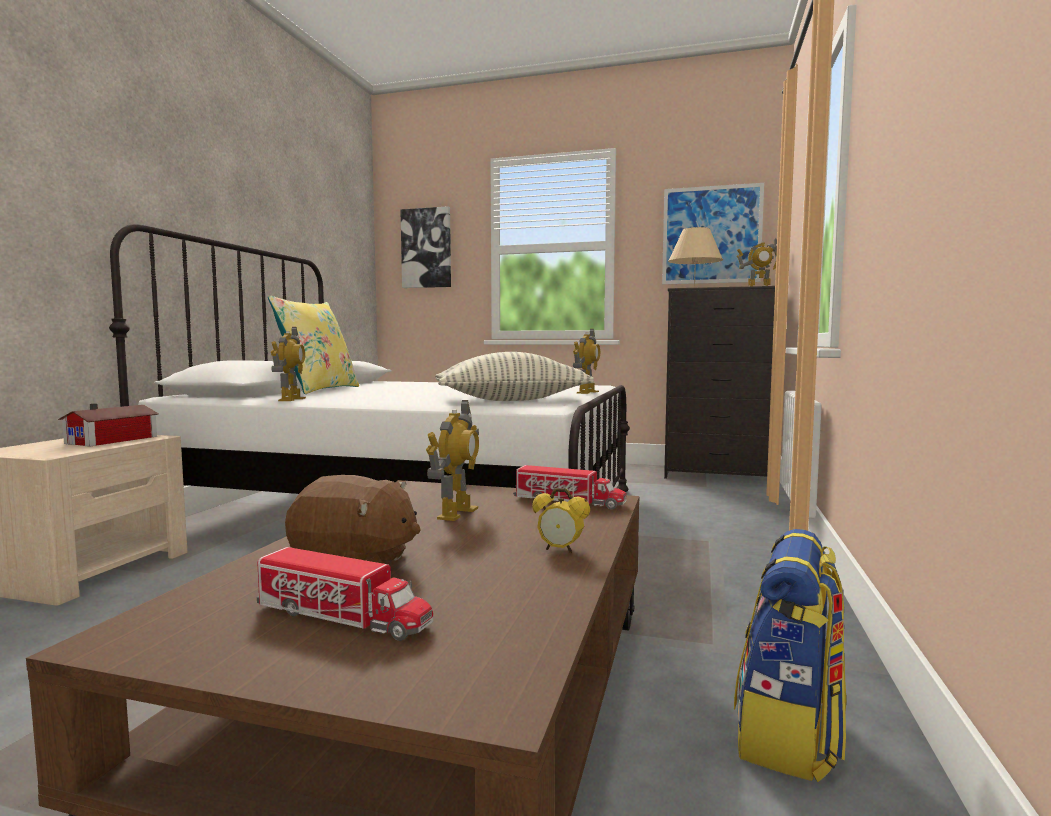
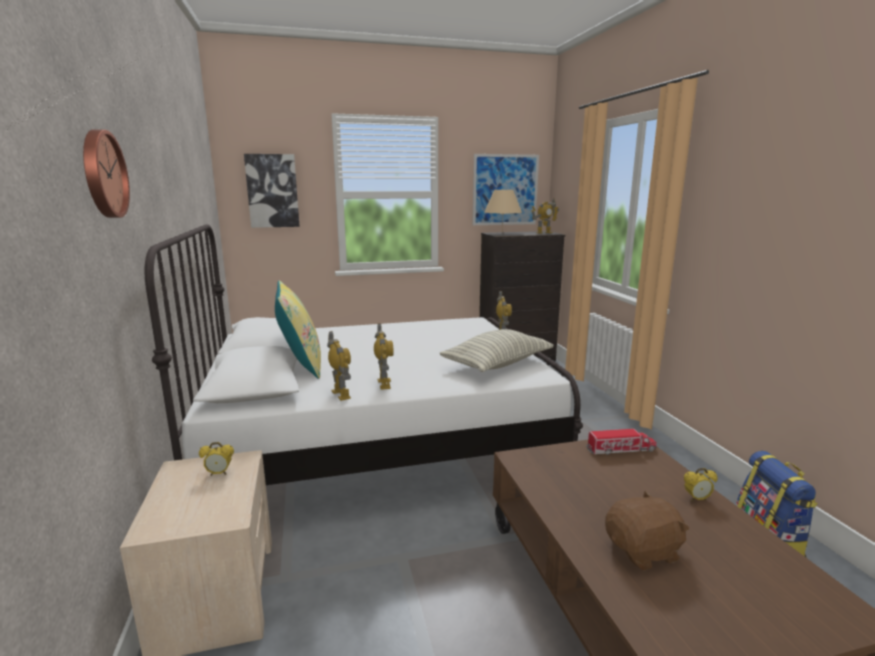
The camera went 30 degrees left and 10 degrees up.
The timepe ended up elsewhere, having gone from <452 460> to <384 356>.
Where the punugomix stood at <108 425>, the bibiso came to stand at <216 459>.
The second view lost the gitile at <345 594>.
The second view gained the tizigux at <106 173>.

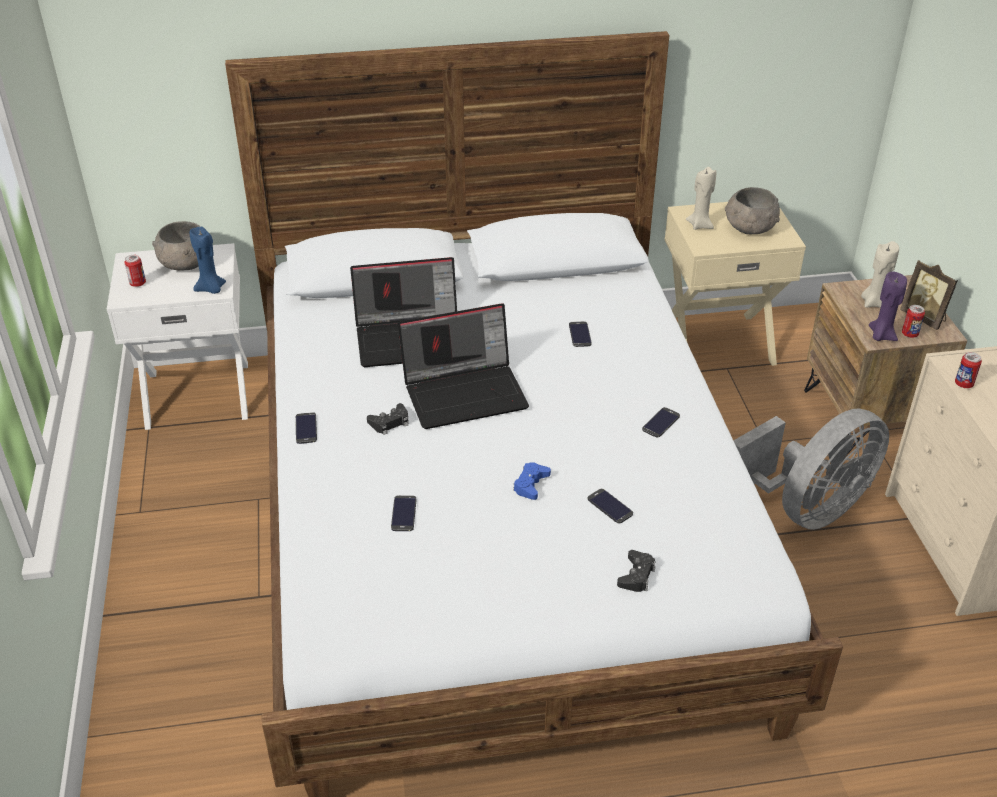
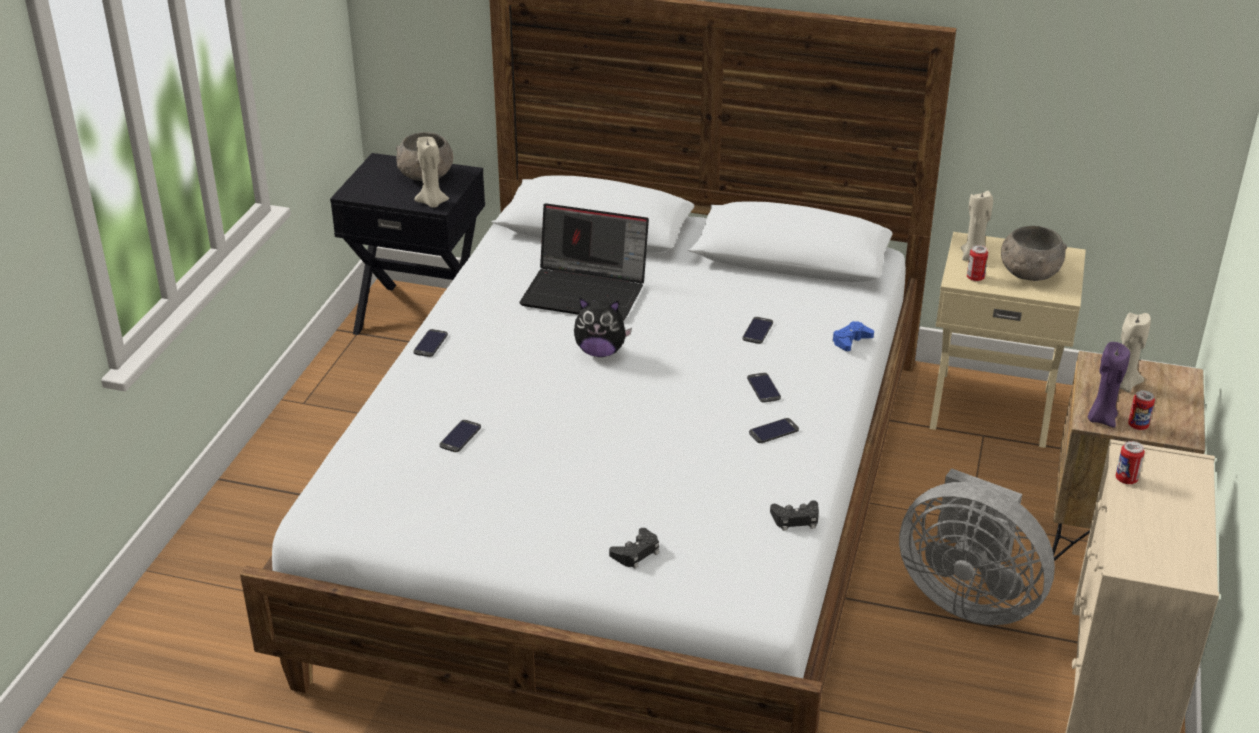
The camera went 25 degrees right and 5 degrees down.
What was the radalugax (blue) at <207 260> turned into the radalugax (beige) at <431 172>.
What was the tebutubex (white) at <177 336> turned into the tebutubex (black) at <407 244>.
The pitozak ended up elsewhere, having gone from <135 271> to <977 263>.
The second view lost the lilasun at <929 295>.
Where the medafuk stood at <463 366>, the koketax came to stand at <603 327>.
The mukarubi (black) ended up elsewhere, having gone from <388 419> to <794 515>.
The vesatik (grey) at <811 469> ended up facing another way, 45 degrees clockwise from before.
The mukarubi (blue) ended up elsewhere, having gone from <532 481> to <853 336>.
The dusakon ended up elsewhere, having gone from <610 506> to <764 387>.

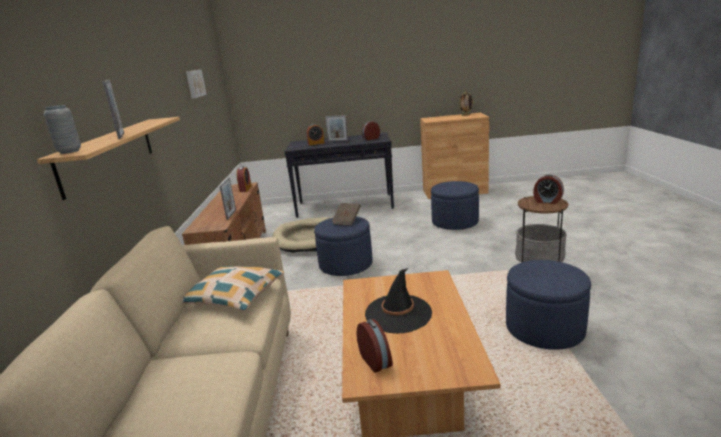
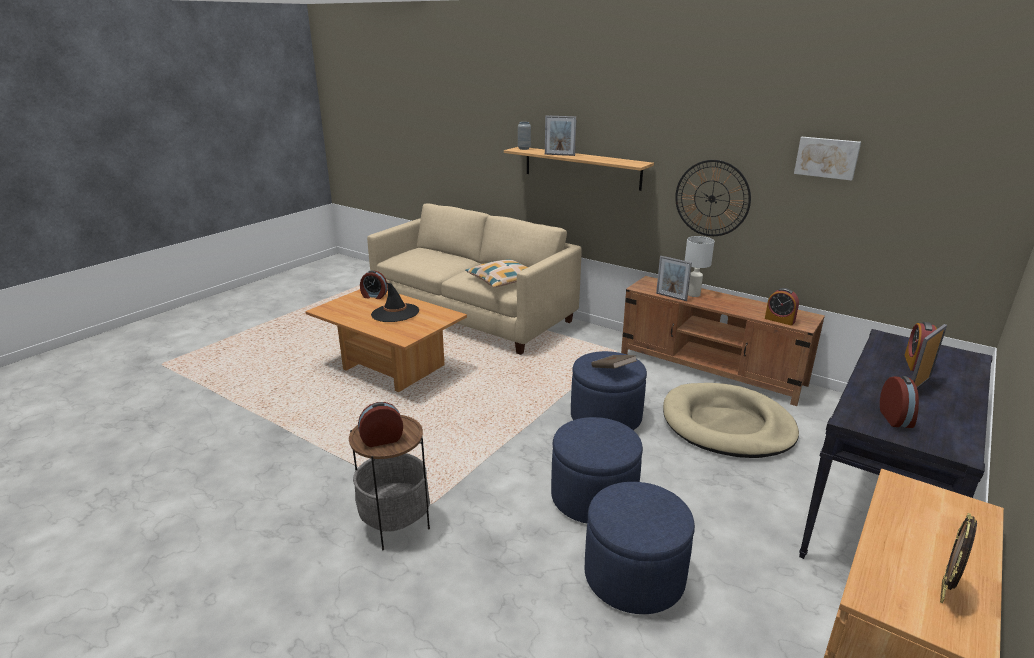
The camera went 125 degrees right and 5 degrees up.
The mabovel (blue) ended up elsewhere, having gone from <548 305> to <597 470>.
The second view gained the tizigux at <713 198>.
The second view gained the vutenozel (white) at <699 266>.

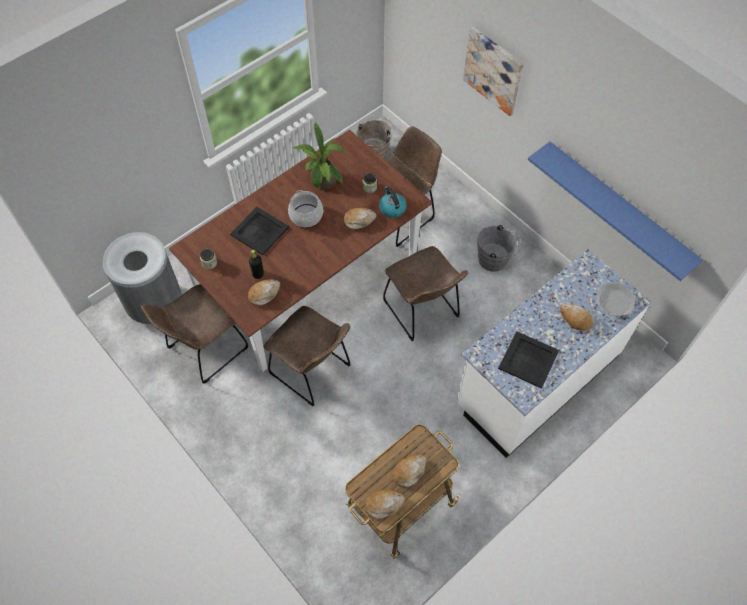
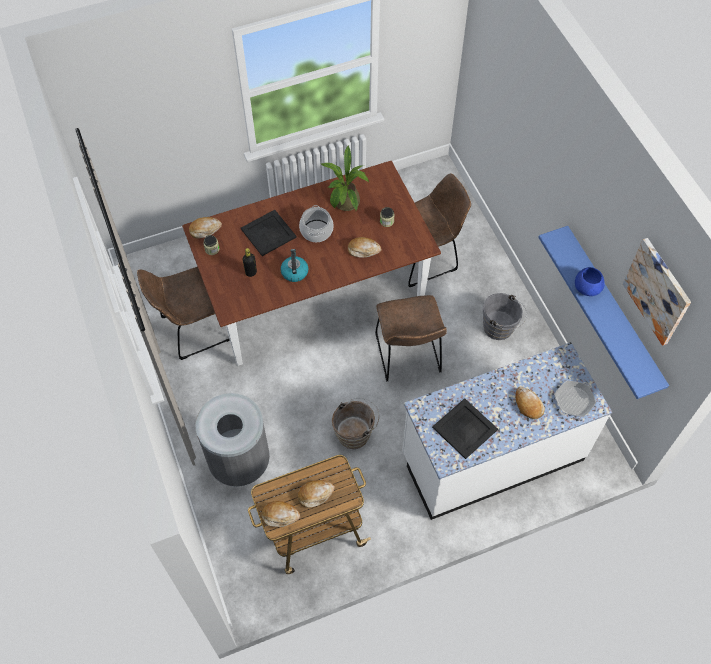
The camera went 20 degrees right and 0 degrees up.
The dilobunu ended up elsewhere, having gone from <493 71> to <657 292>.
The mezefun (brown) ended up elsewhere, having gone from <375 137> to <355 423>.
The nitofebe ended up elsewhere, having gone from <393 202> to <294 265>.
The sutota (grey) ended up elsewhere, having gone from <142 278> to <233 440>.
The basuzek ended up elsewhere, having gone from <264 292> to <205 228>.
The second view lost the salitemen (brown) at <307 356>.
The second view gained the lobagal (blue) at <590 281>.

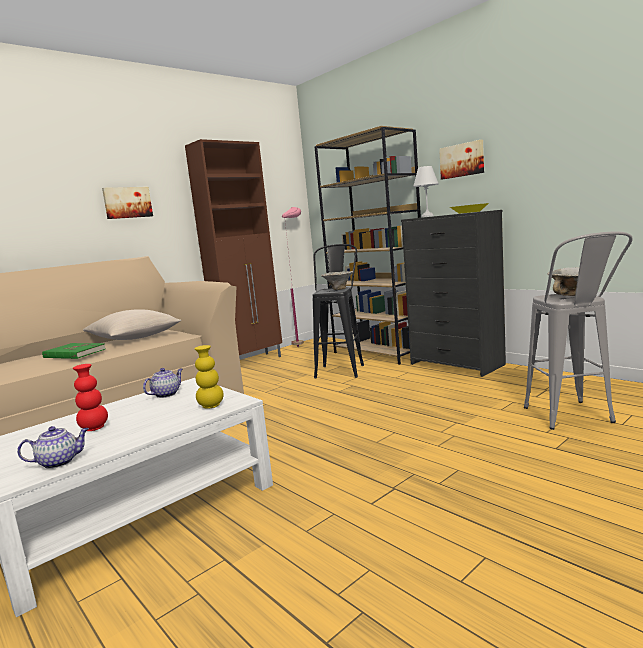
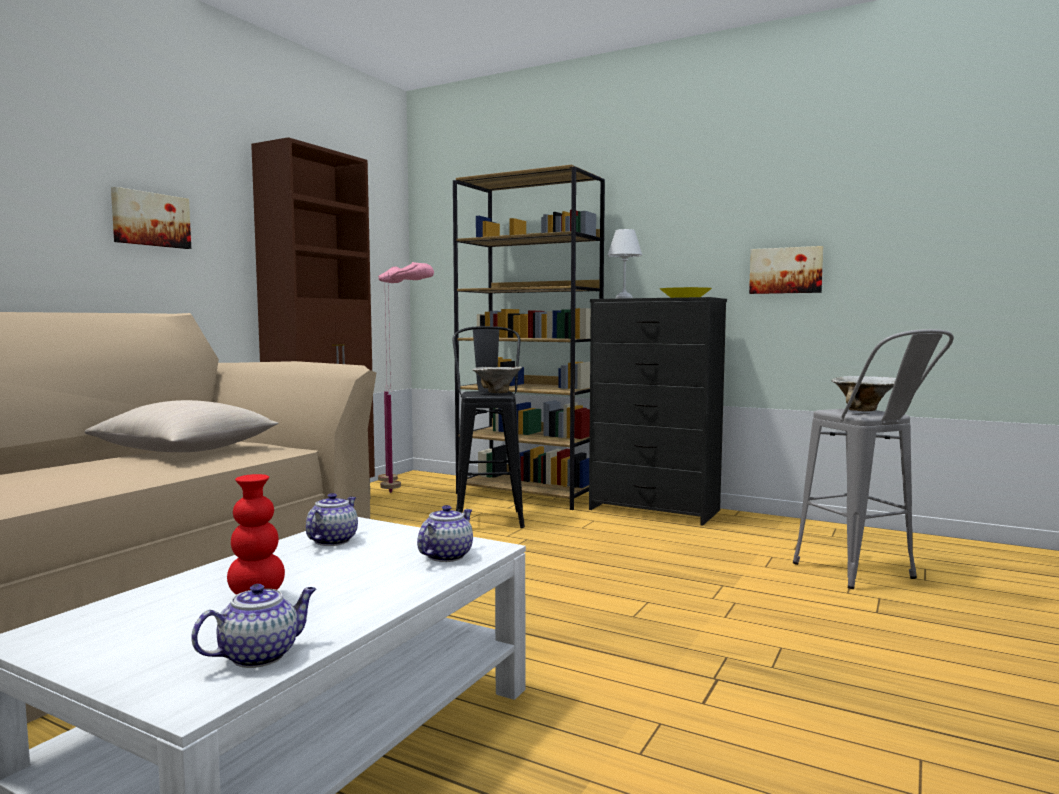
The camera went 20 degrees left and 5 degrees down.
The dilobunu ended up elsewhere, having gone from <461 159> to <786 270>.
The second view lost the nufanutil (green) at <73 351>.
Where the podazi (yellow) stood at <209 377>, the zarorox came to stand at <445 533>.
The second view gained the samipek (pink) at <407 377>.

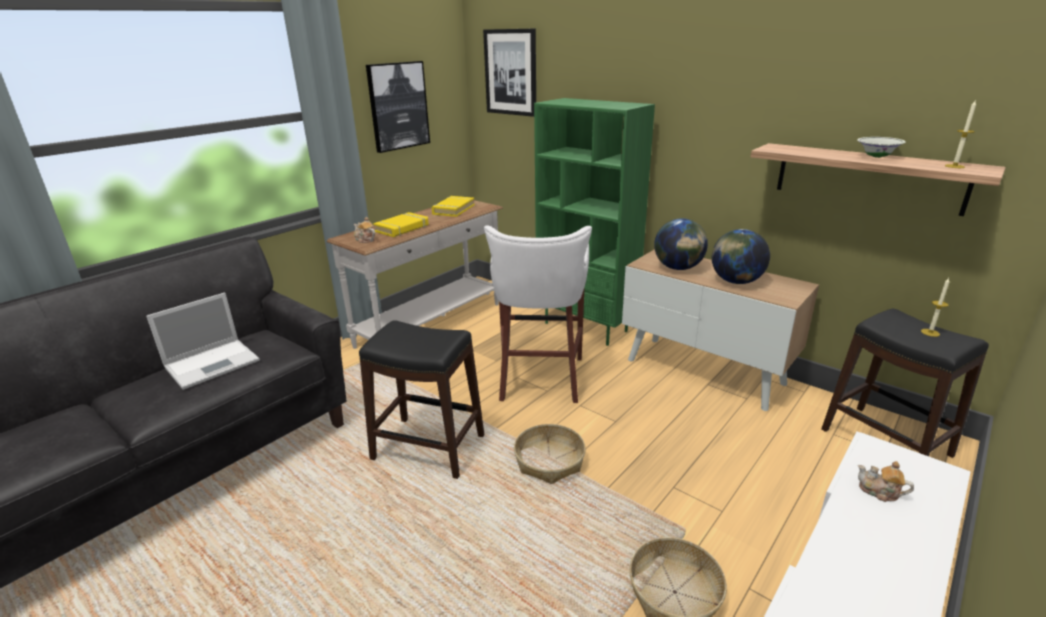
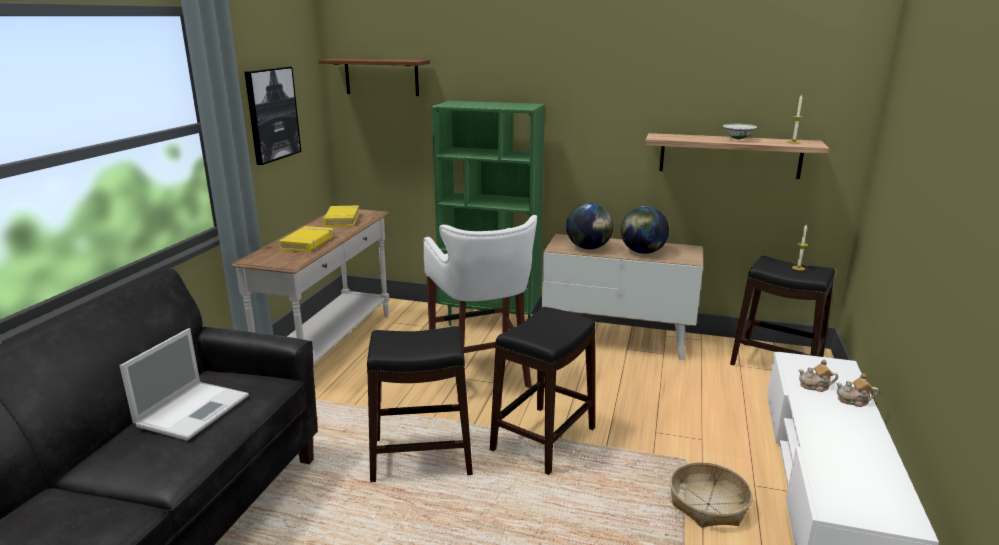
The camera went 25 degrees left and 5 degrees down.
Where the dilobunu hung at <509 73>, the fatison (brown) came to hang at <374 77>.
The zarorox ended up elsewhere, having gone from <364 230> to <857 390>.
Where the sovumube stood at <550 454>, the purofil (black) came to stand at <542 391>.

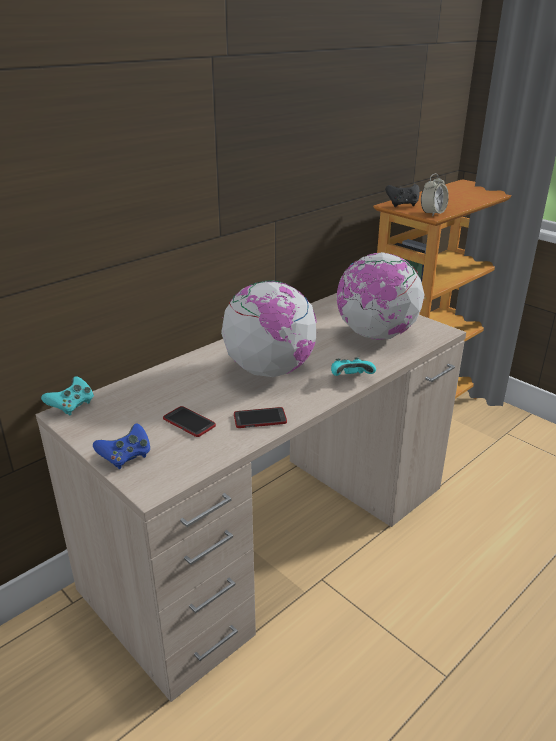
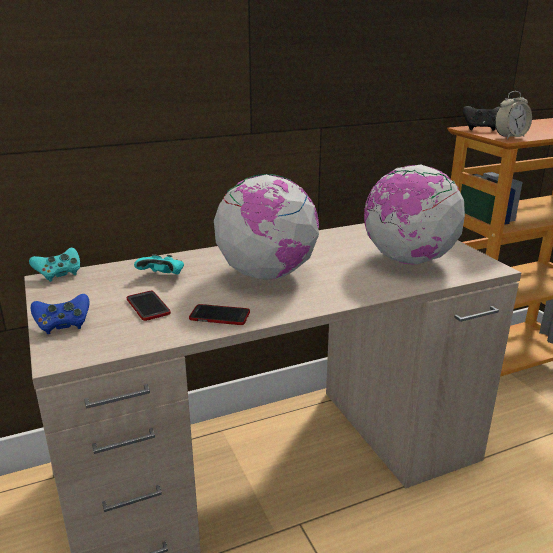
The camera went 20 degrees right and 5 degrees down.
The mukarubi (turquoise) ended up elsewhere, having gone from <353 366> to <159 264>.

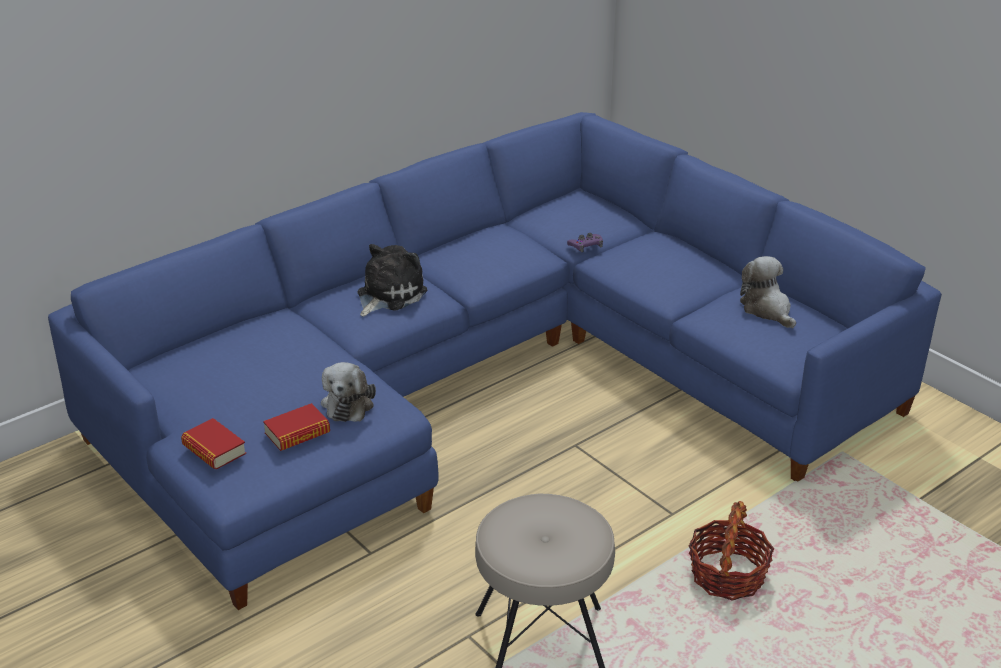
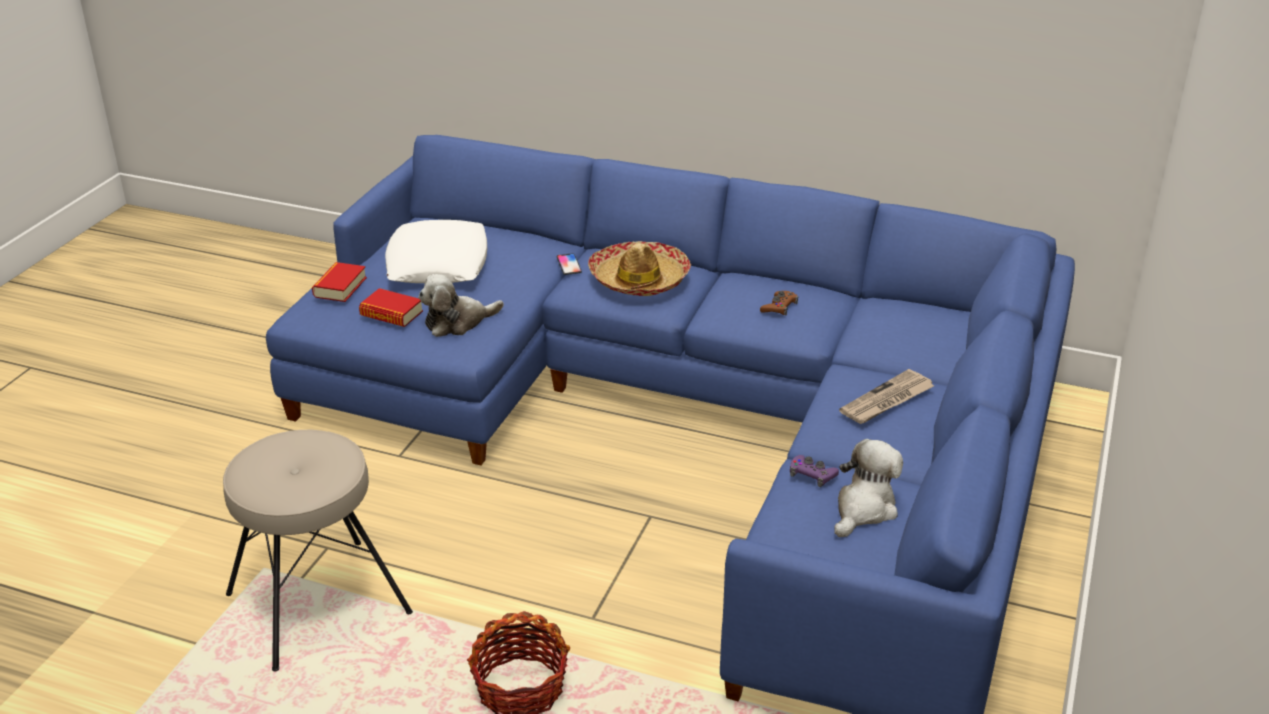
The camera went 60 degrees right and 0 degrees up.
The mukarubi (purple) ended up elsewhere, having gone from <585 242> to <814 471>.
Where the koketax stood at <392 280>, the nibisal came to stand at <639 268>.
The second view gained the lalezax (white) at <436 251>.
The second view gained the dusakon at <569 264>.
The second view gained the mukarubi (brown) at <779 303>.
The second view gained the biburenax at <886 396>.

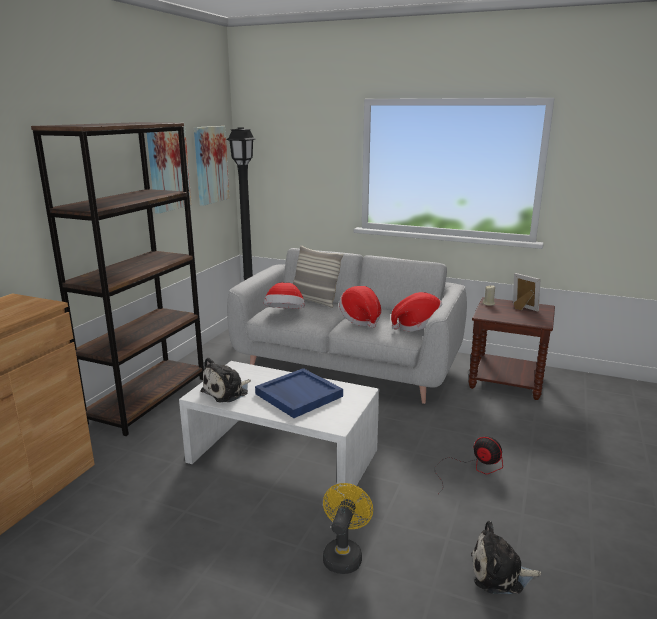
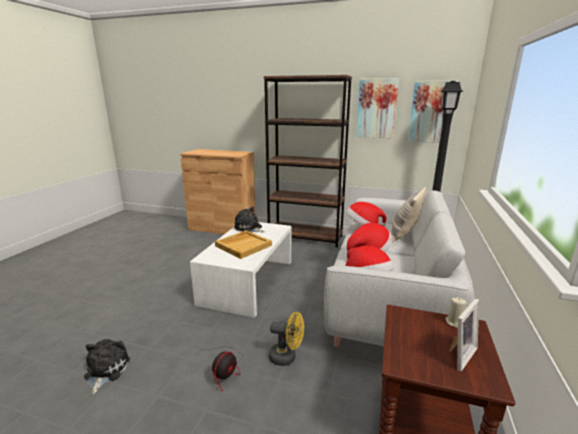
The camera went 85 degrees right and 0 degrees up.
What was the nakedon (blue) at <299 393> turned into the nakedon (beige) at <243 244>.
The vesatik (yellow) ended up elsewhere, having gone from <348 528> to <286 339>.

